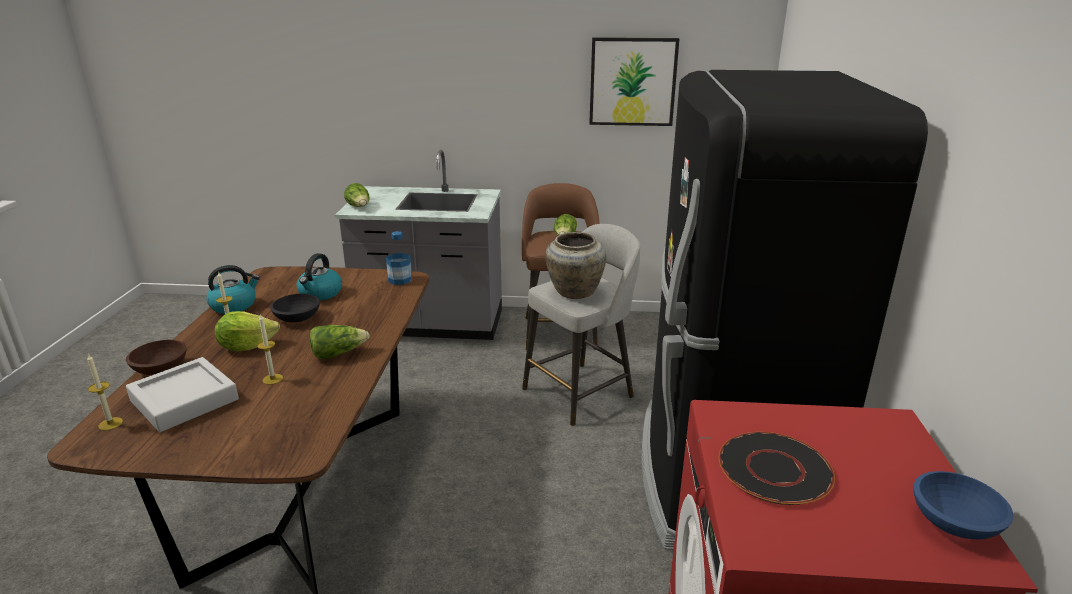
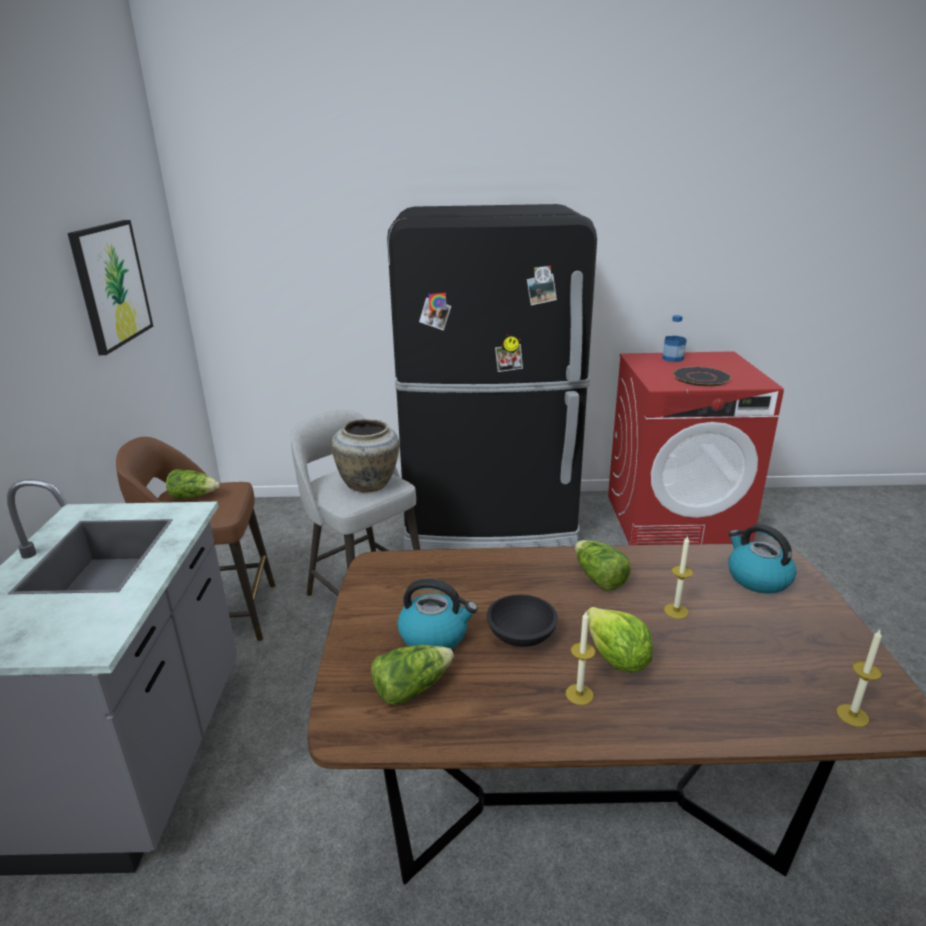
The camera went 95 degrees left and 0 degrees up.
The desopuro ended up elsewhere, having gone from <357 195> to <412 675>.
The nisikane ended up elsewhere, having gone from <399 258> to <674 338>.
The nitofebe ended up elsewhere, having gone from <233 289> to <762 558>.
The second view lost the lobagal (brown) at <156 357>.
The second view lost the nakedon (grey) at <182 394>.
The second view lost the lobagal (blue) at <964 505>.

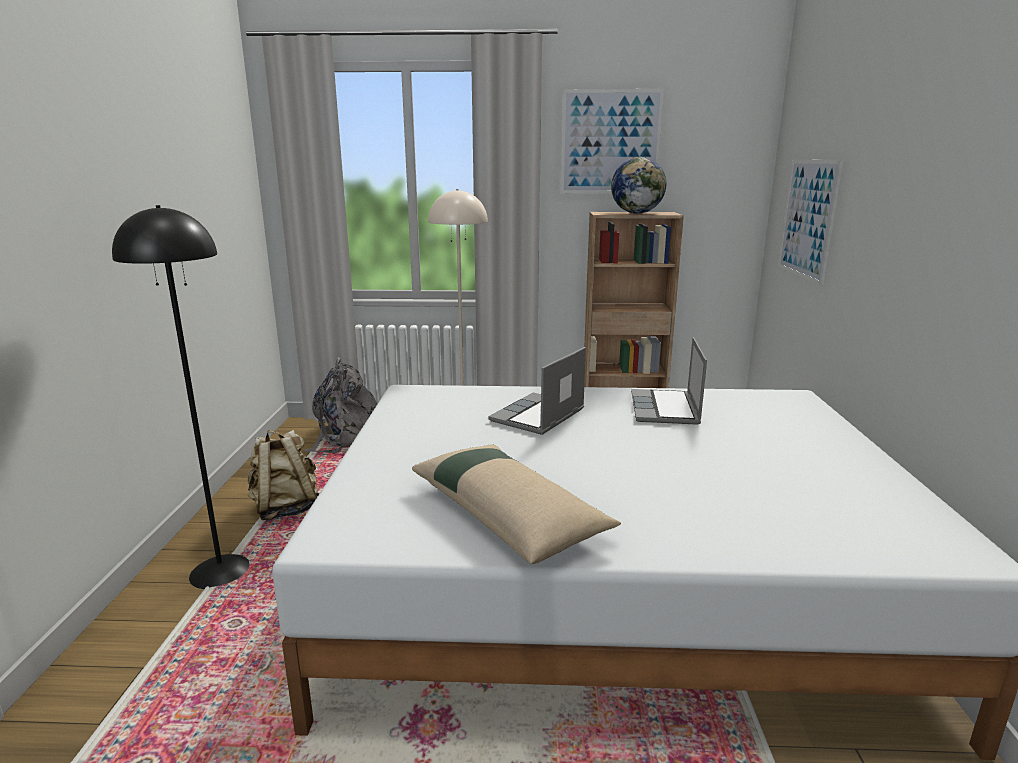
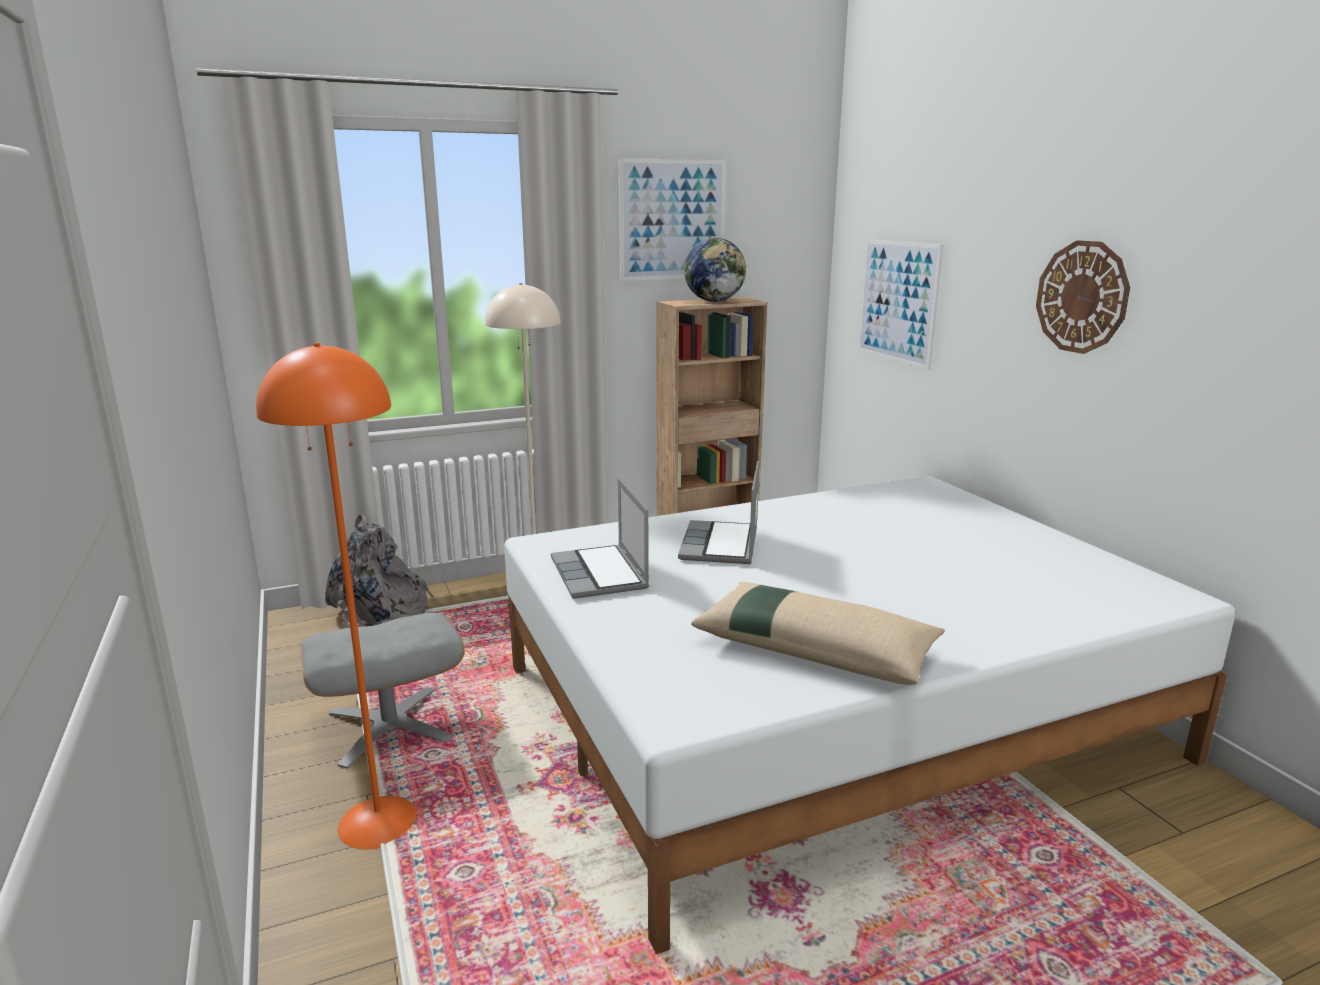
The camera went 25 degrees left and 0 degrees up.
What was the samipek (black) at <180 397> turned into the samipek (orange) at <336 596>.
The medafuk ended up elsewhere, having gone from <669 381> to <600 538>.
Where the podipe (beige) stood at <283 475>, the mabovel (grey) came to stand at <382 691>.
The second view gained the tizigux at <1083 297>.

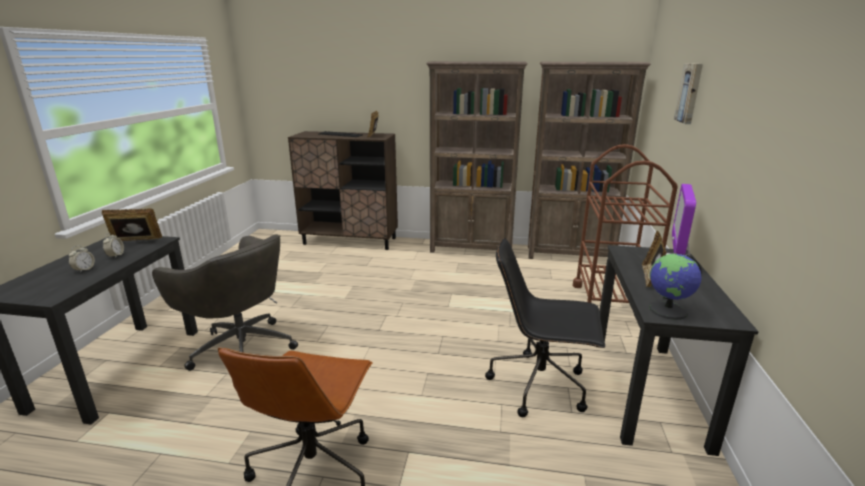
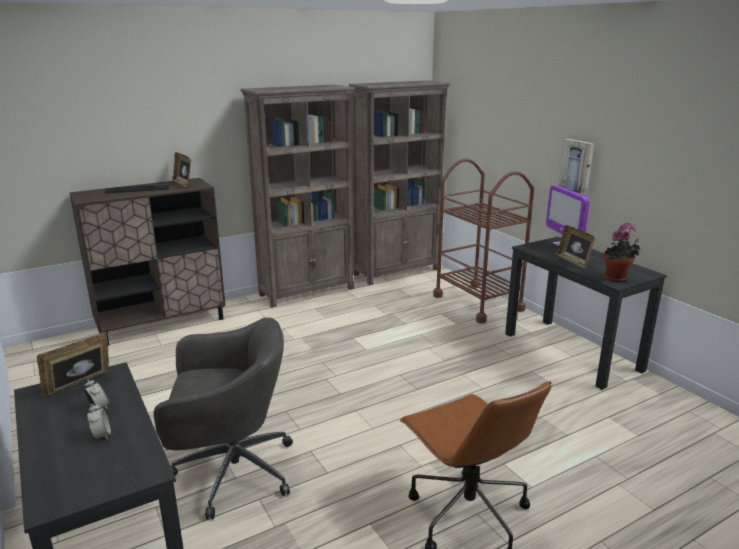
The camera went 40 degrees left and 0 degrees up.
The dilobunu ended up elsewhere, having gone from <688 93> to <576 166>.
The second view lost the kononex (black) at <545 327>.
Where the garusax stood at <675 286>, the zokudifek came to stand at <621 252>.

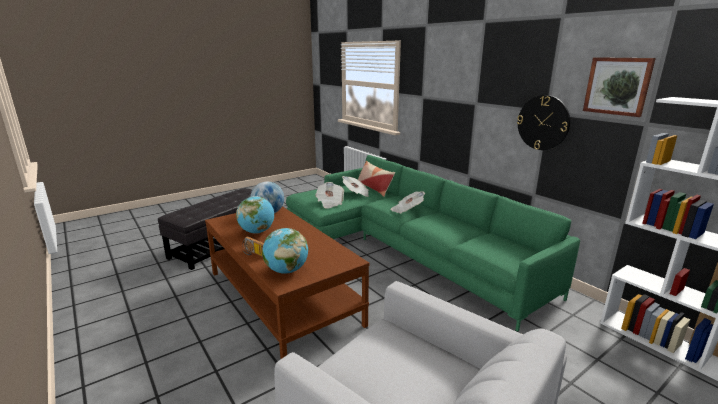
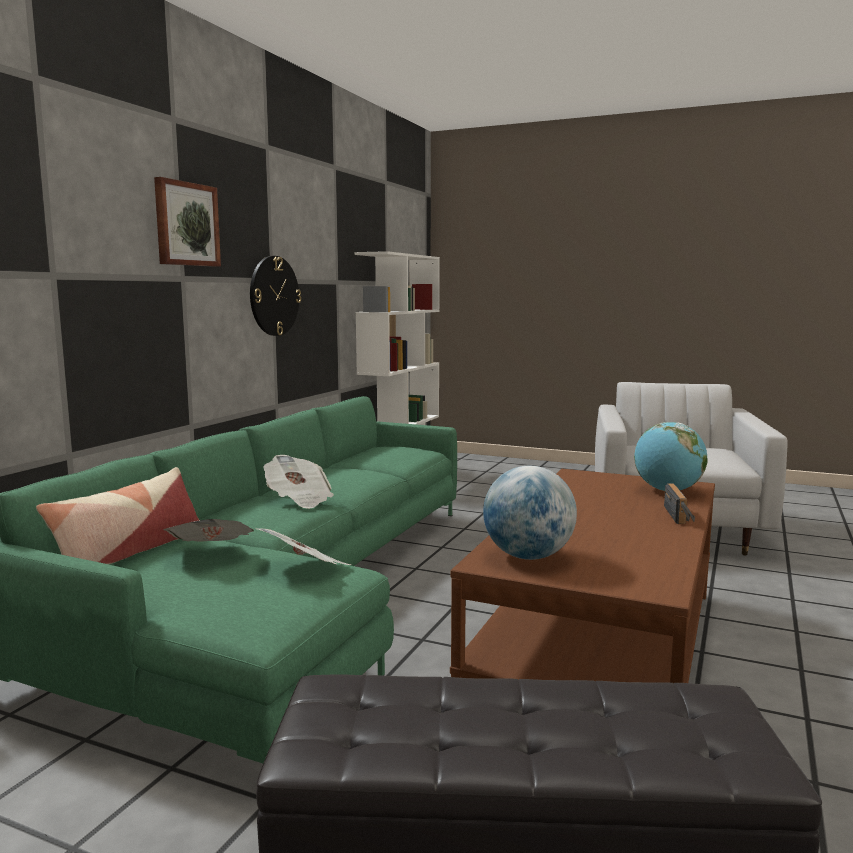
The camera went 120 degrees left and 10 degrees down.
The dilobunu ended up elsewhere, having gone from <619 87> to <187 222>.
The second view lost the garusax at <255 215>.

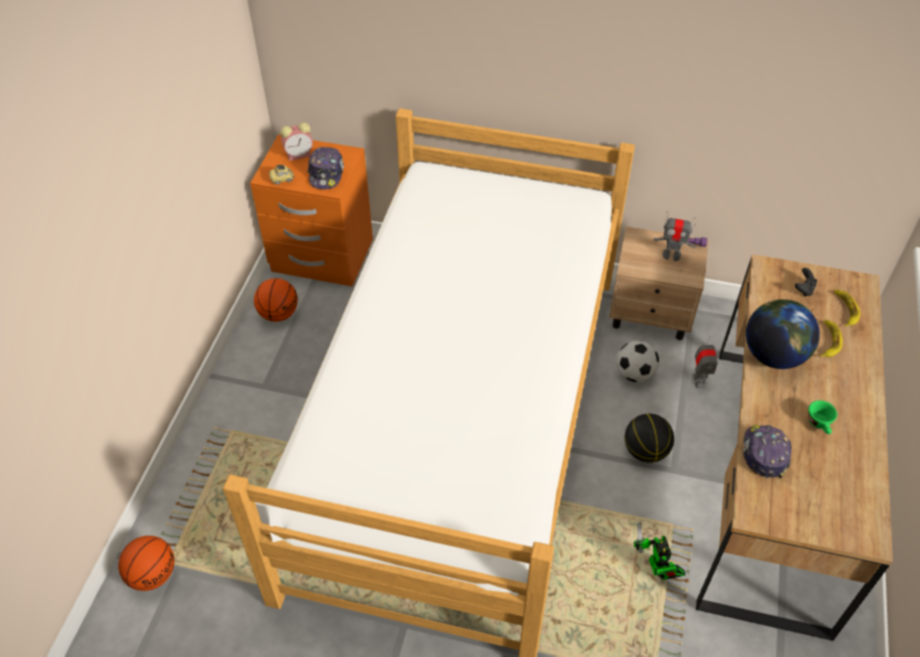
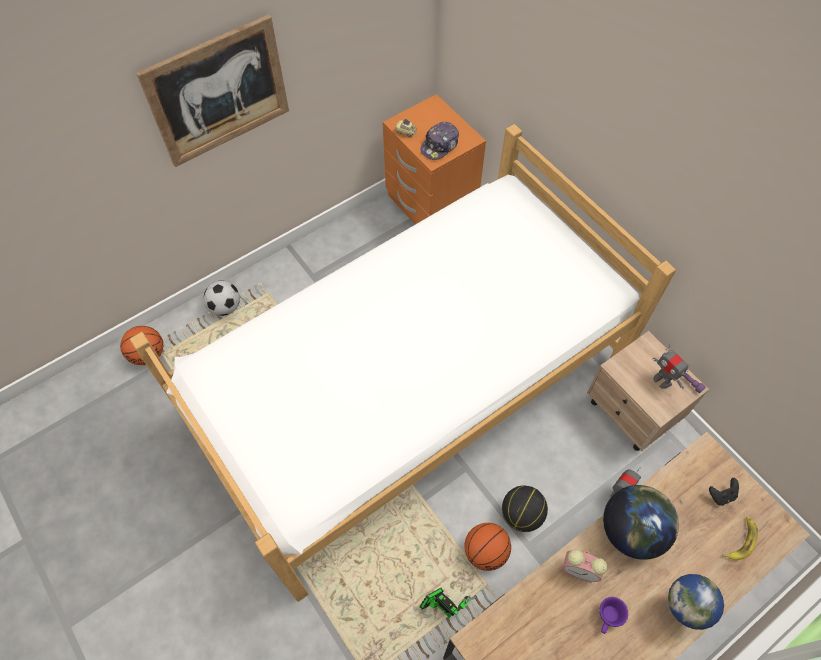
The camera went 40 degrees right and 10 degrees up.
The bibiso ended up elsewhere, having gone from <296 141> to <585 566>.
The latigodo ended up elsewhere, having gone from <276 300> to <488 547>.
The second view lost the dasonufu at <831 338>.
The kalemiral ended up elsewhere, having gone from <638 361> to <222 298>.
What was the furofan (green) at <822 417> turned into the furofan (purple) at <614 615>.
The second view lost the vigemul at <767 452>.
The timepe at <659 551> ended up facing another way, 105 degrees clockwise from before.
The second view gained the dilobunu at <212 90>.
The second view gained the garusax at <696 602>.

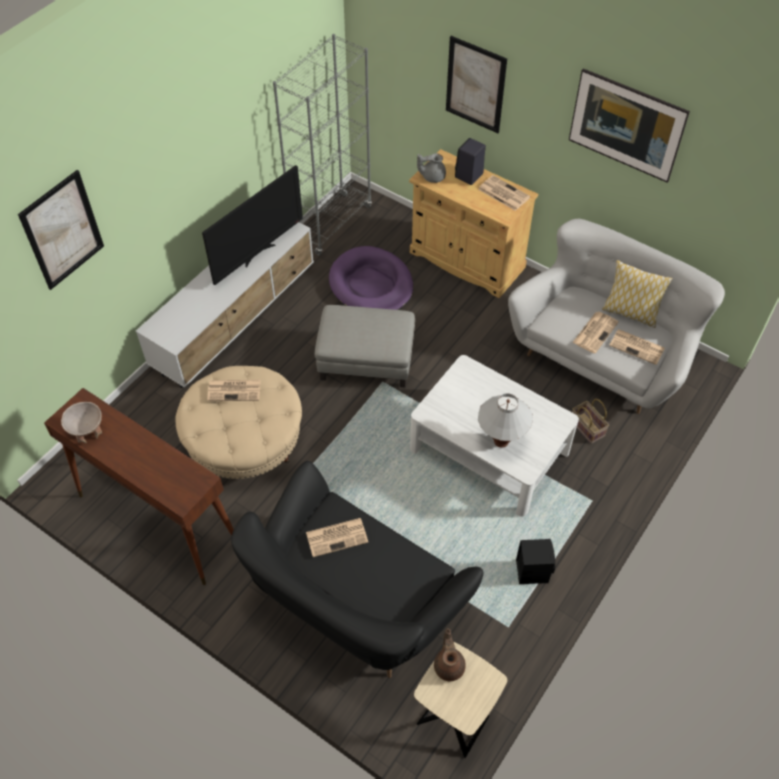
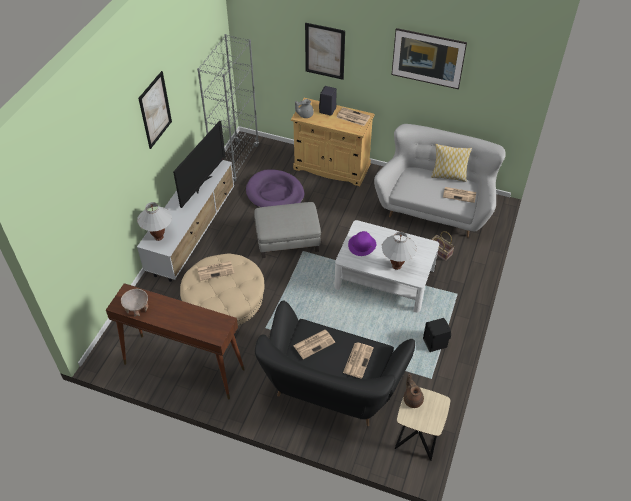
The camera went 15 degrees left and 5 degrees down.
The dilobunu ended up elsewhere, having gone from <61 230> to <155 110>.
The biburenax ended up elsewhere, having gone from <595 333> to <358 360>.
The second view gained the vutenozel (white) at <154 221>.
The second view gained the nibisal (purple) at <362 243>.

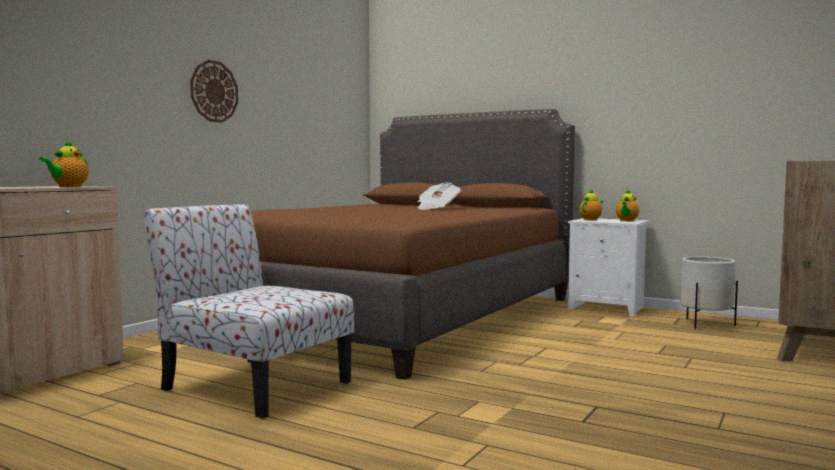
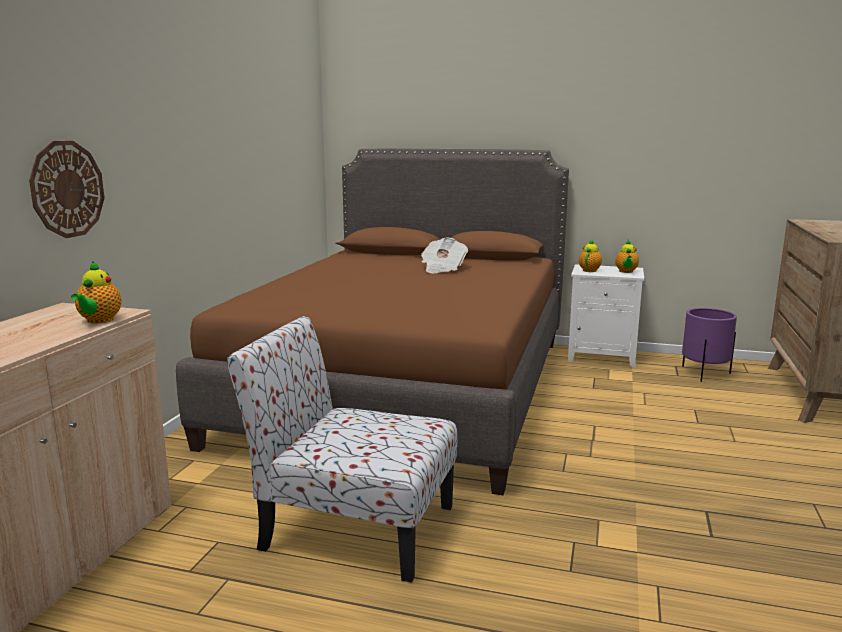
The camera went 15 degrees left and 10 degrees up.
The tizigux ended up elsewhere, having gone from <214 91> to <67 189>.
What was the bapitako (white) at <709 293> turned into the bapitako (purple) at <709 345>.

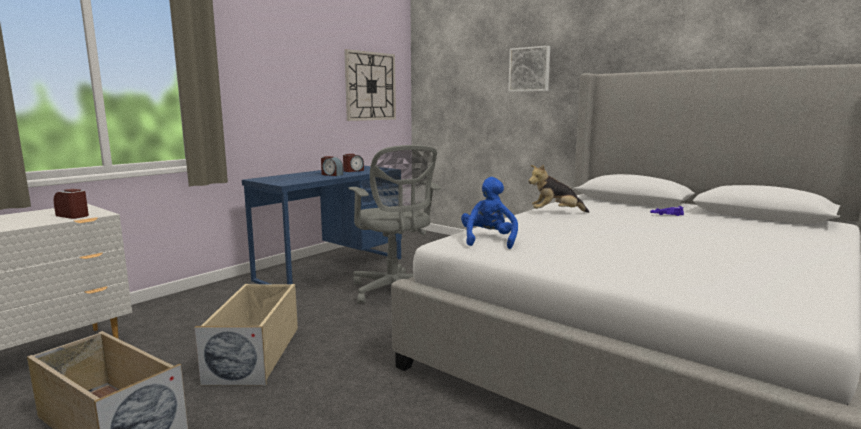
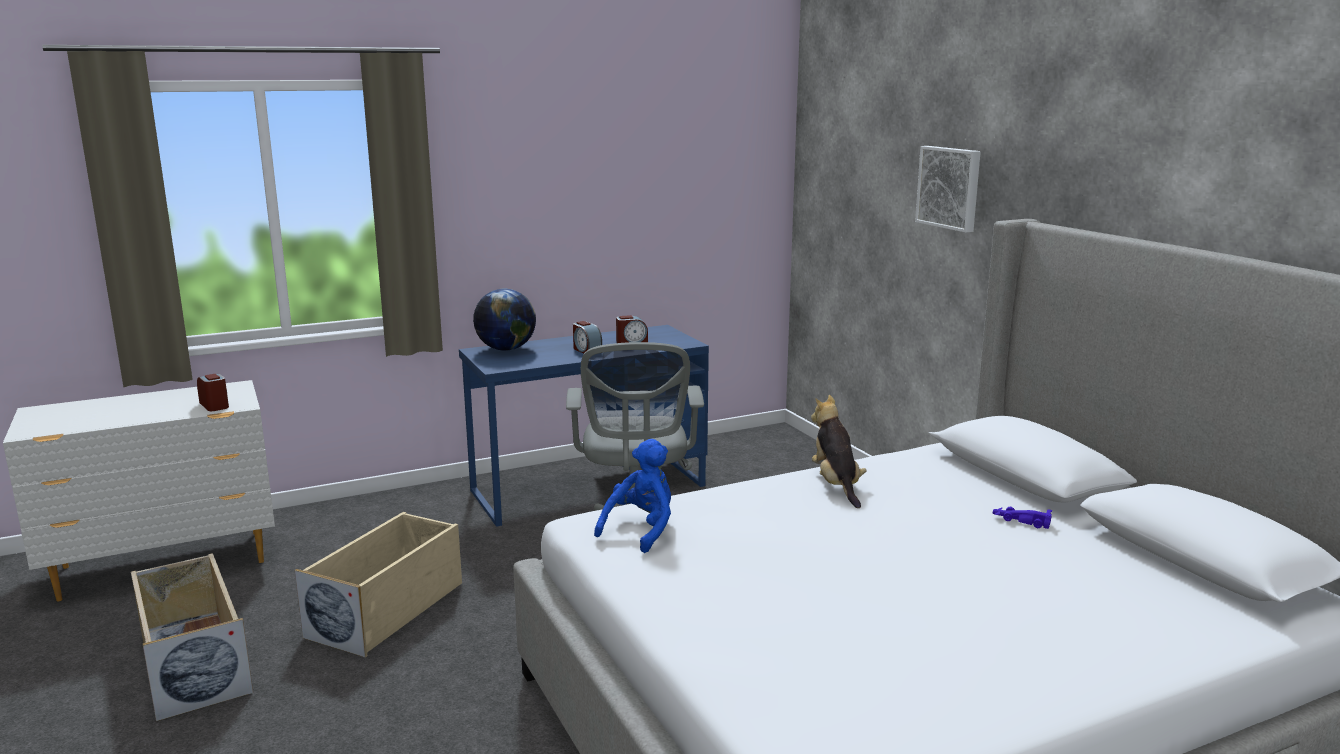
The camera went 25 degrees right and 5 degrees up.
The second view lost the tizigux at <370 85>.
The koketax at <558 189> ended up facing another way, 60 degrees clockwise from before.
The second view gained the garusax at <504 320>.

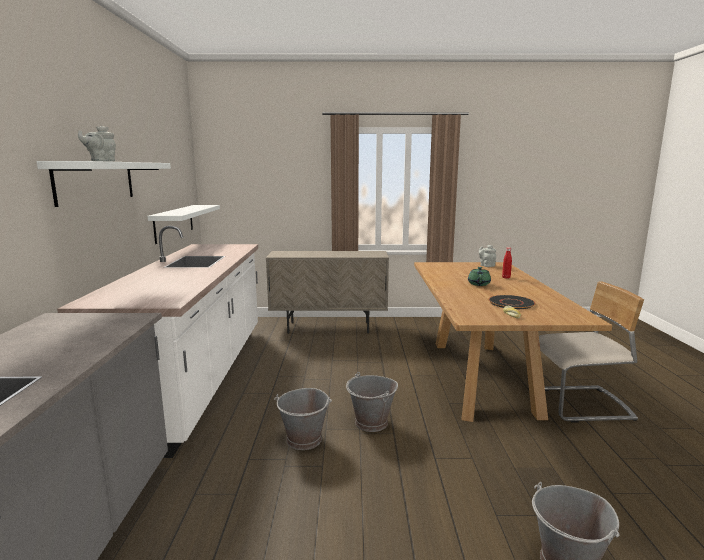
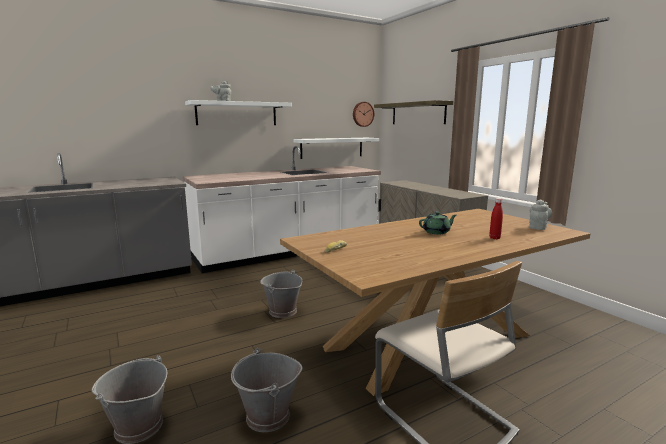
The camera went 60 degrees right and 0 degrees up.
The second view lost the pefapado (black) at <512 302>.
The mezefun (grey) ended up elsewhere, having gone from <303 419> to <266 390>.
The second view gained the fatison at <413 112>.
The second view gained the tizigux at <363 114>.

